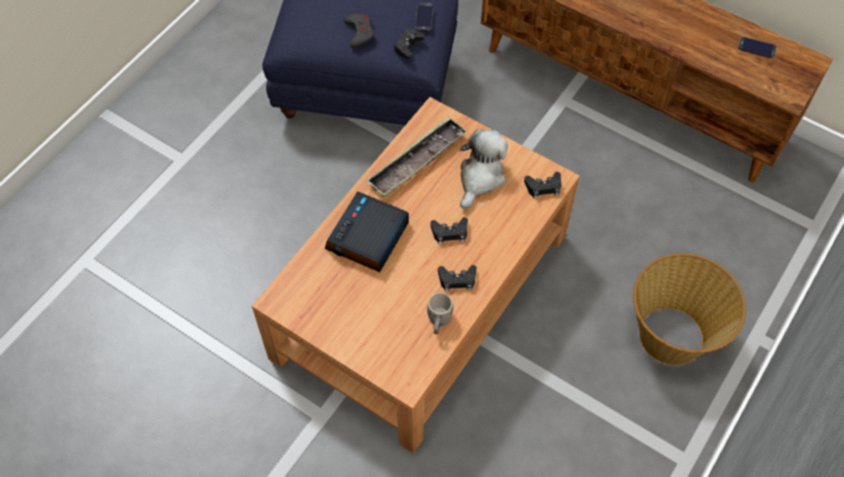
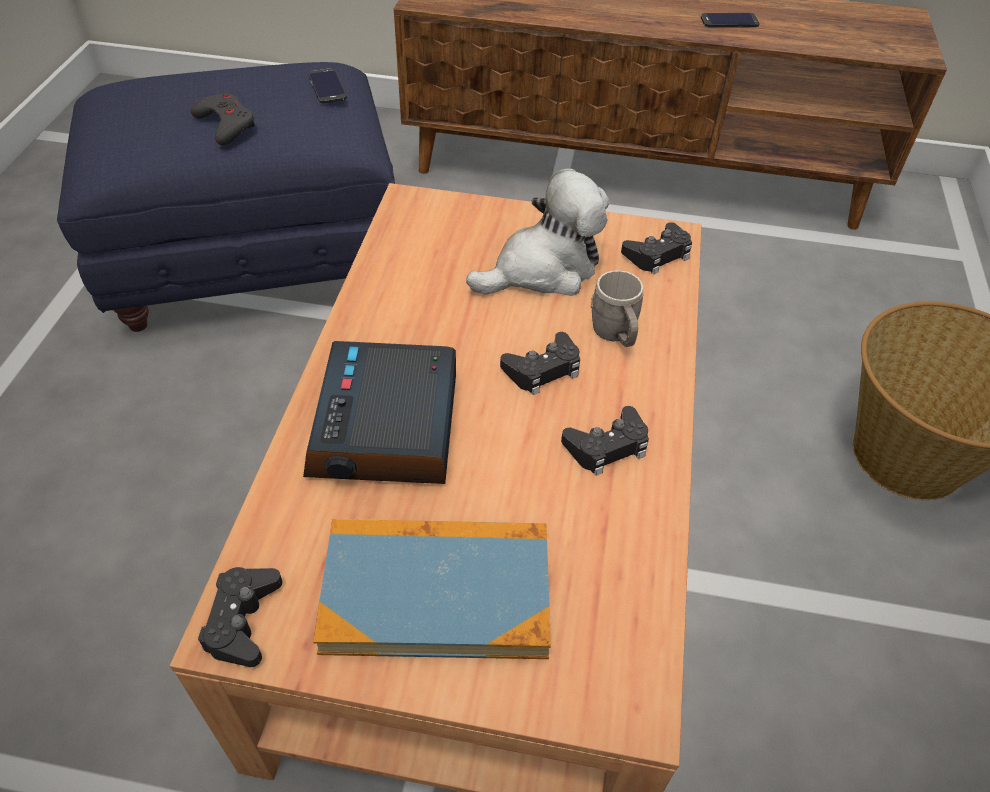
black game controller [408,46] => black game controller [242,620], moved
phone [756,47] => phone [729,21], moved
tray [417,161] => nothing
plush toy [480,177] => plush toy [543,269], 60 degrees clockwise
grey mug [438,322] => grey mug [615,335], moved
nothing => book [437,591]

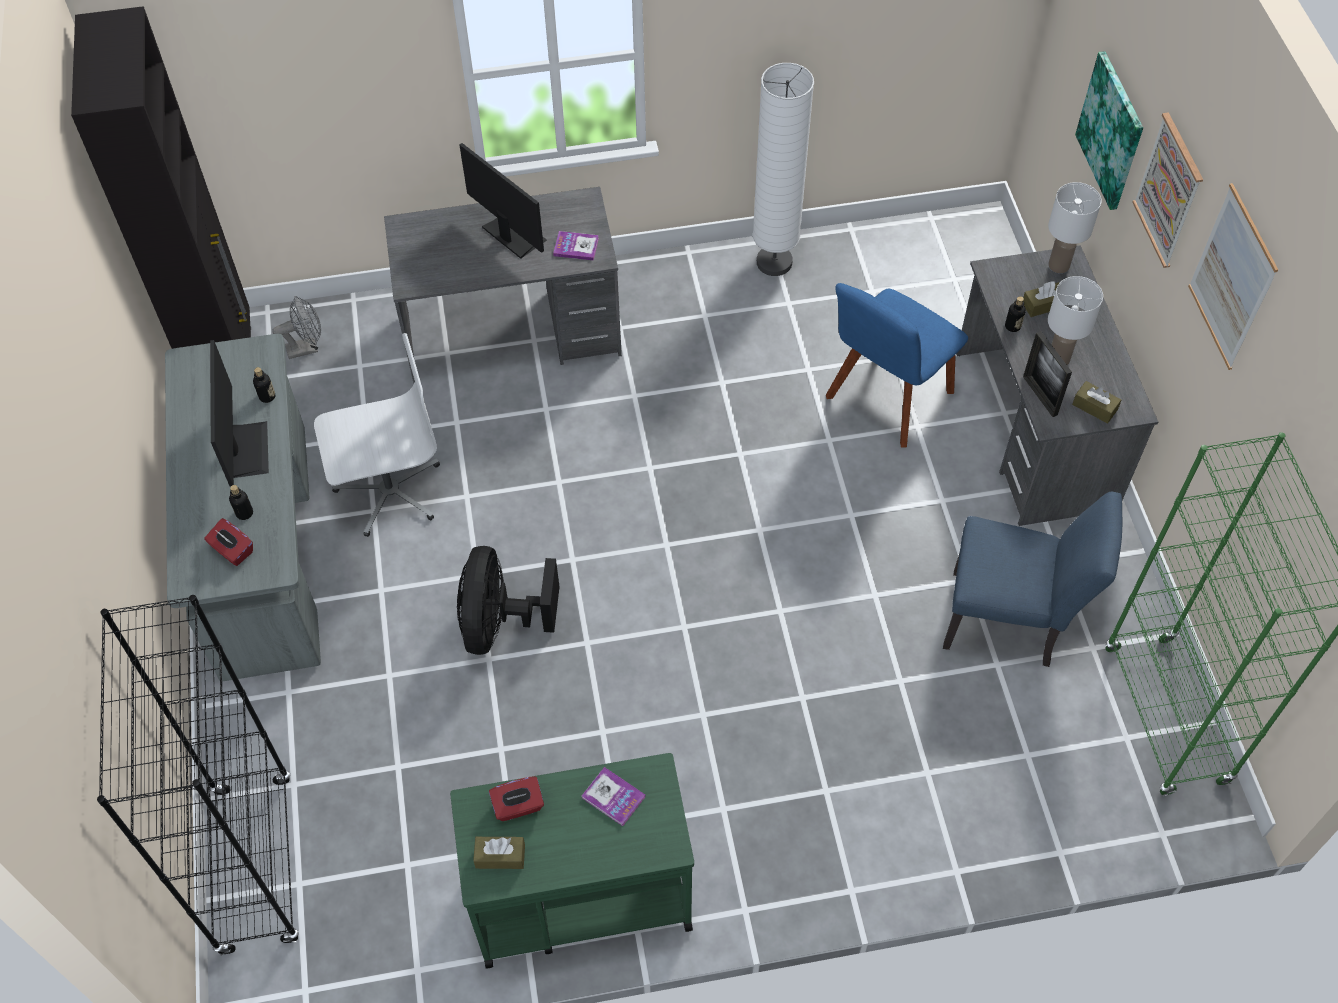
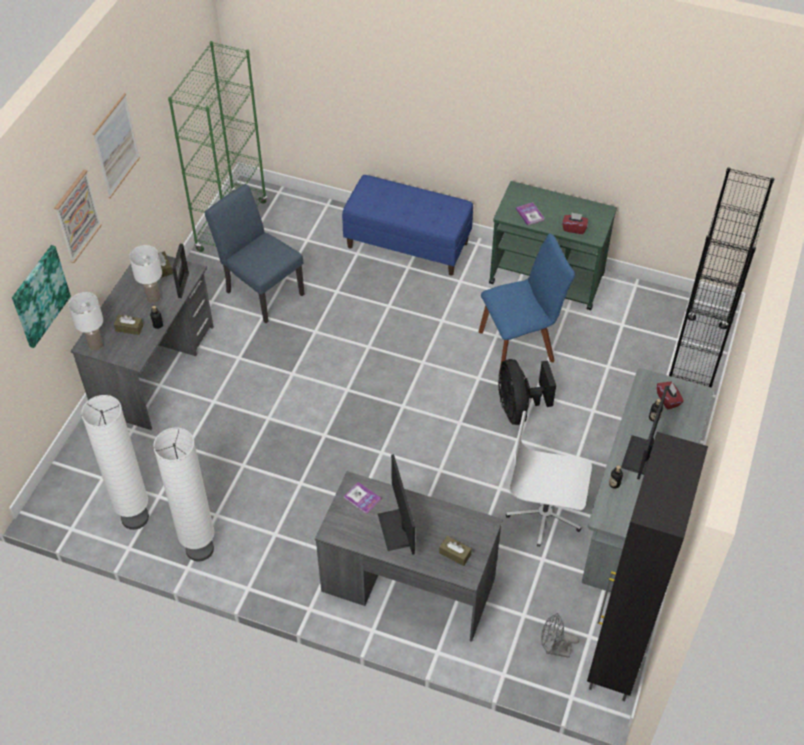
blue chair [886,399] => blue chair [520,344], moved
black fan [501,623] => black fan [519,408], 135 degrees clockwise
brown tissue box [500,856] => brown tissue box [455,554], moved
nothing => blue bench [408,245]
nothing => white floor lamp [135,518]

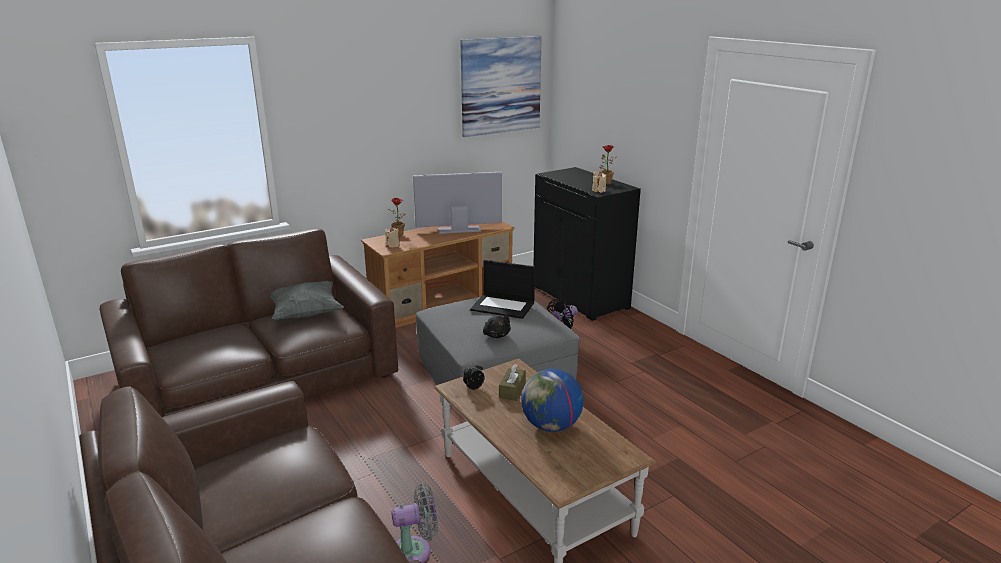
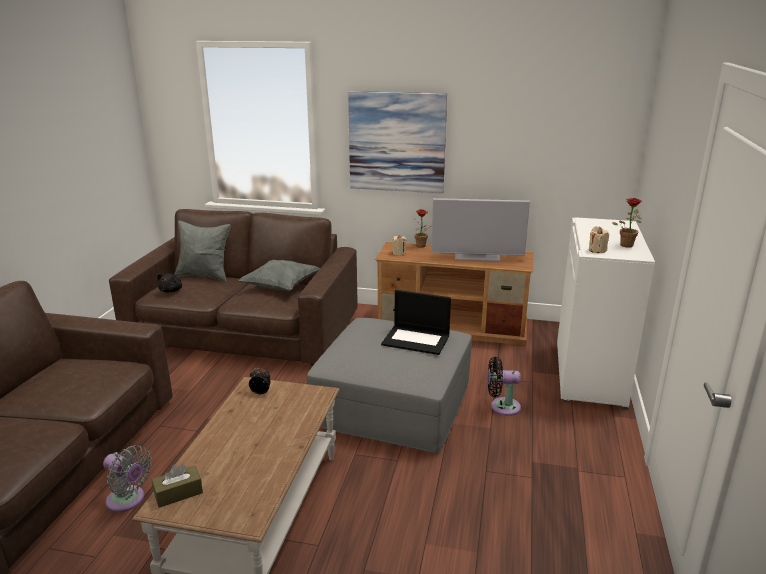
picture [501,85] => picture [397,142], moved
black cabinet [581,297] => white cabinet [591,374]
television [459,230] => television [477,257], 150 degrees clockwise
laptop [503,306] => laptop [417,340], 45 degrees counterclockwise
black plush toy [496,335] => black plush toy [171,290], moved
brown tissue box [512,390] => brown tissue box [178,493], moved
globe [551,426] => nothing
nothing => grey pillow [205,275]

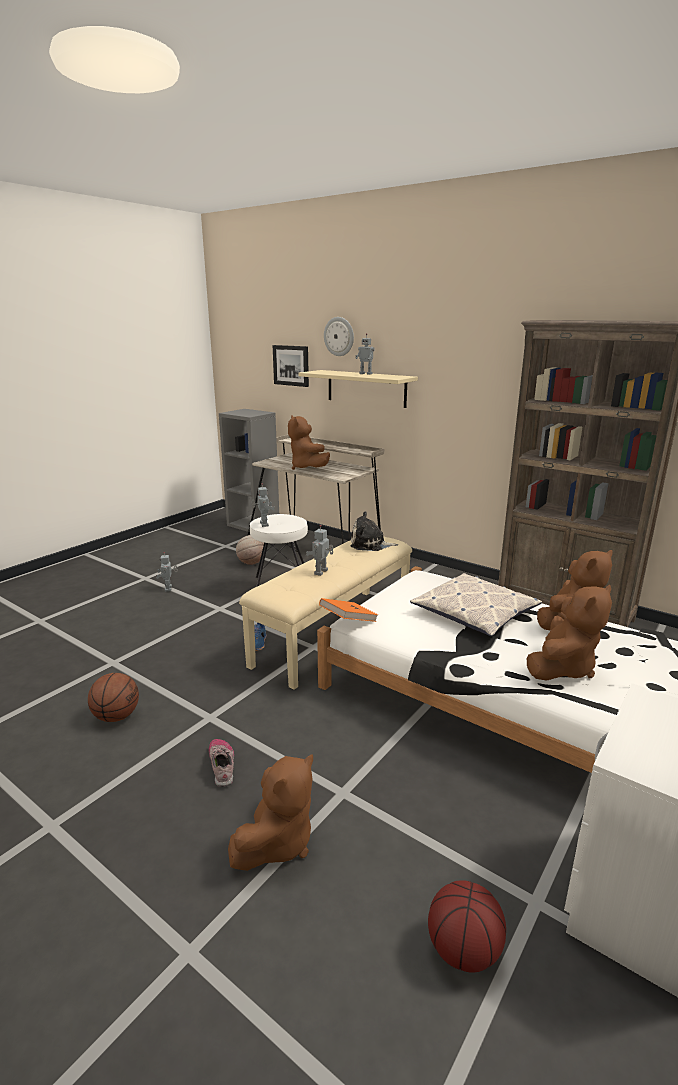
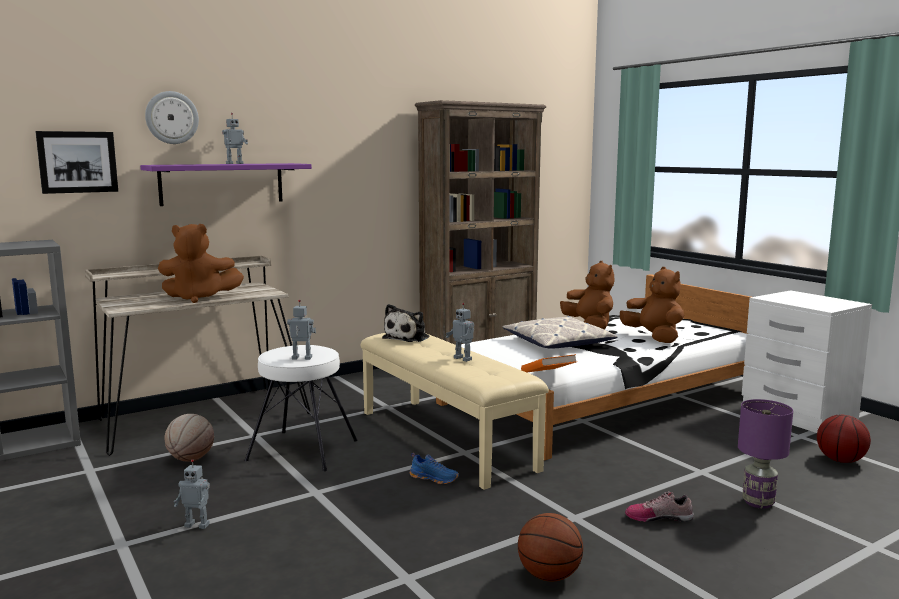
beige shelf [366,388] => purple shelf [222,183]
brown plush toy [277,842] => purple table lamp [759,503]

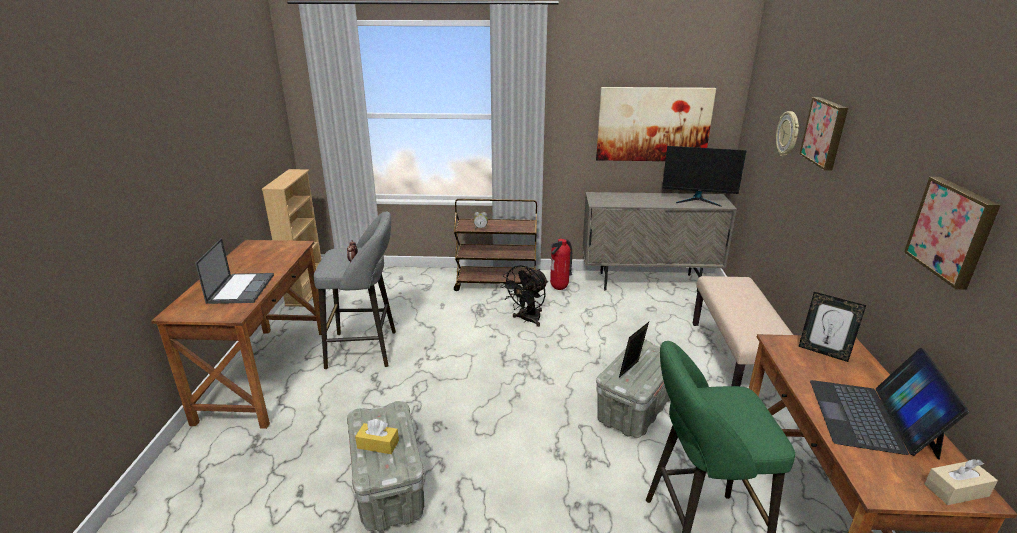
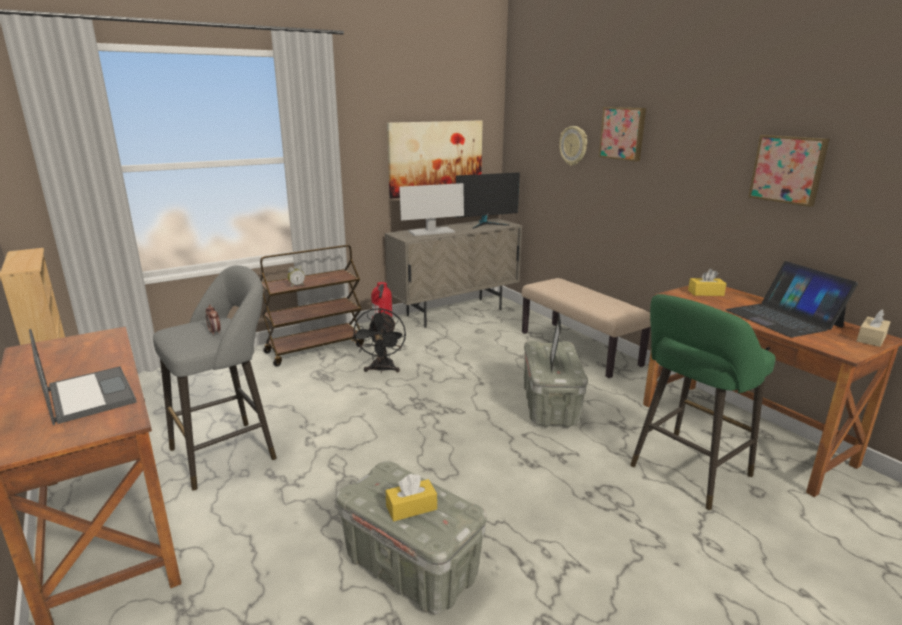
picture frame [823,352] => yellow tissue box [705,293]
nothing => monitor [431,232]

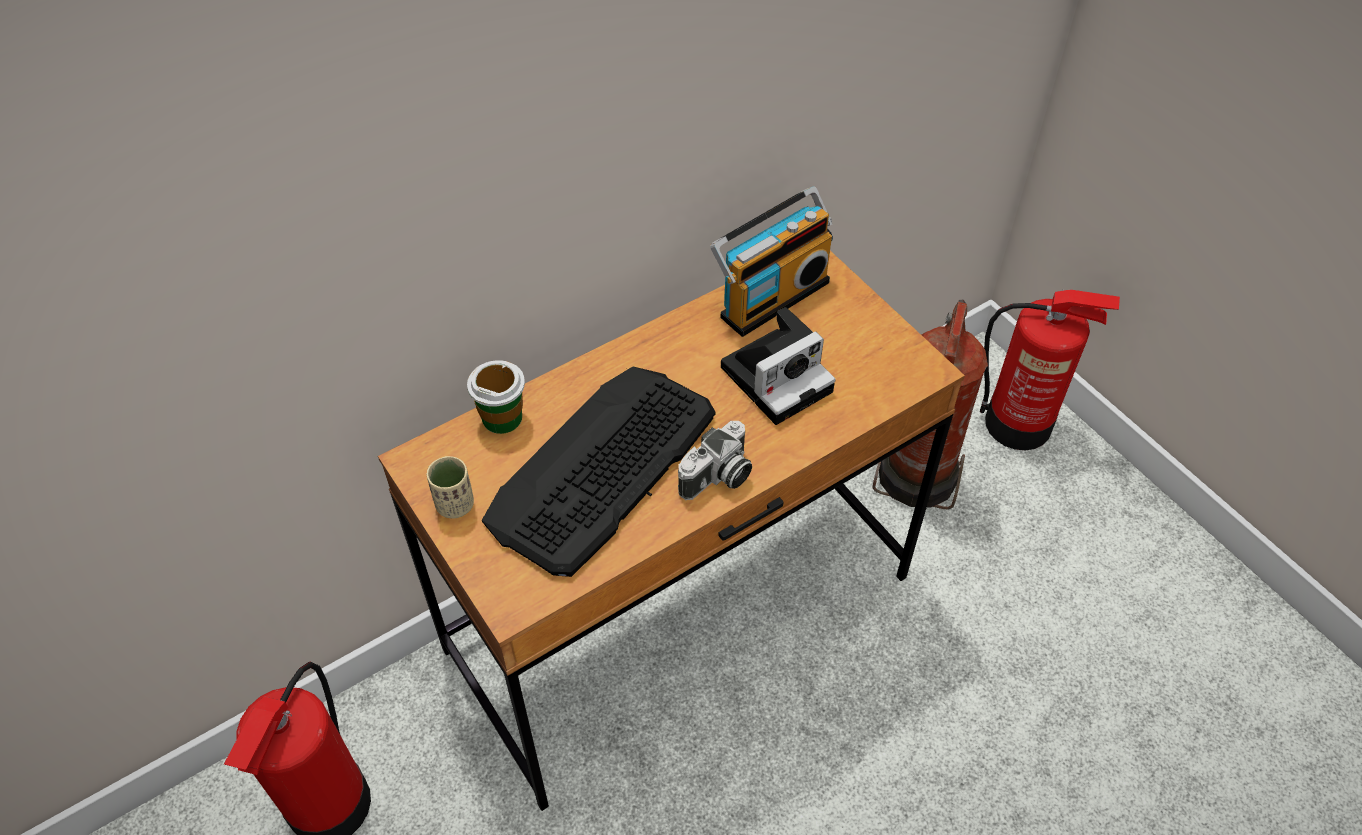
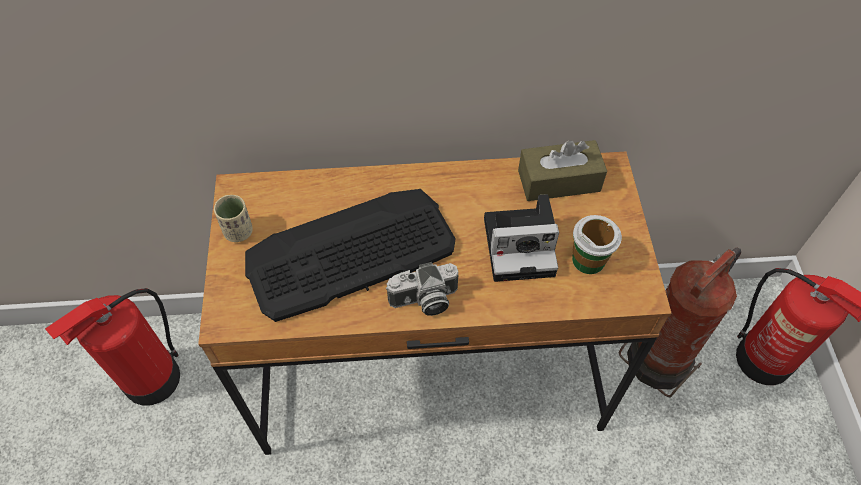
radio [771,296] => brown tissue box [559,181]
cup [502,417] => cup [588,260], moved

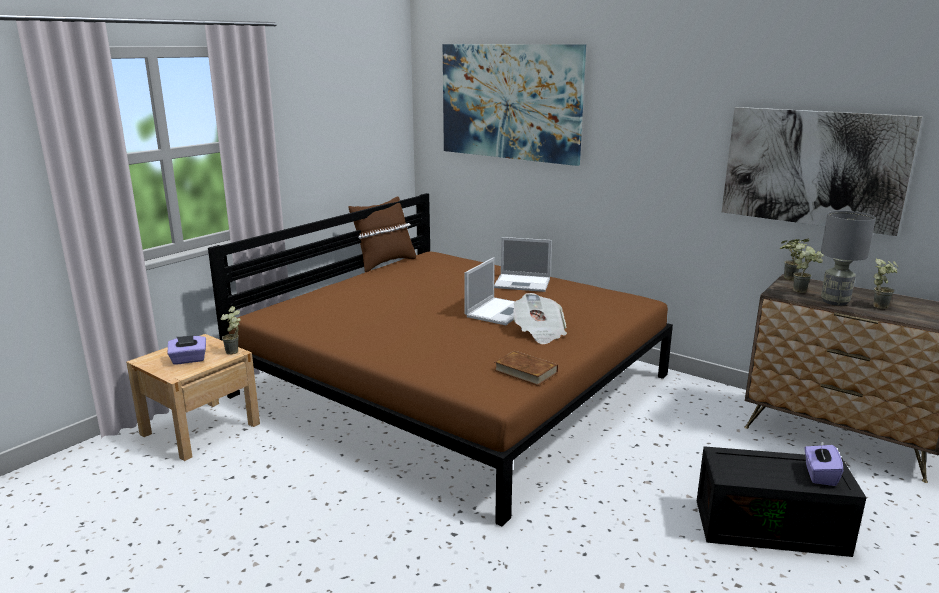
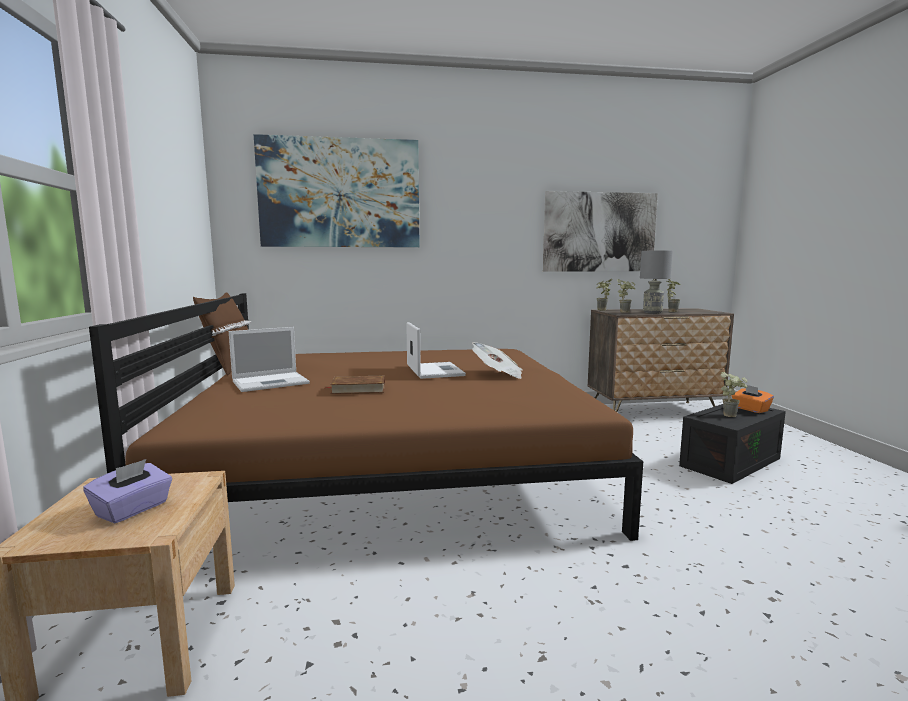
laptop [523,283] => laptop [272,382], moved
potted plant [235,352] => potted plant [731,415], moved
brown book [525,371] => brown book [358,389], moved
purple tissue box [819,475] => orange tissue box [750,409]

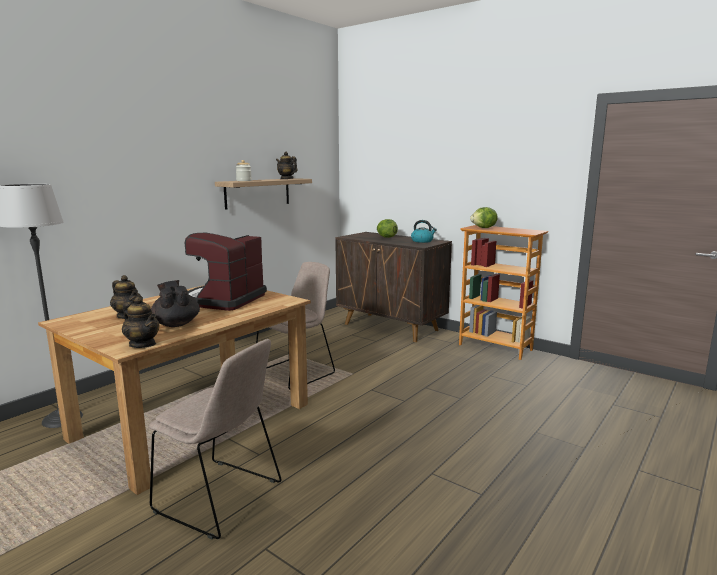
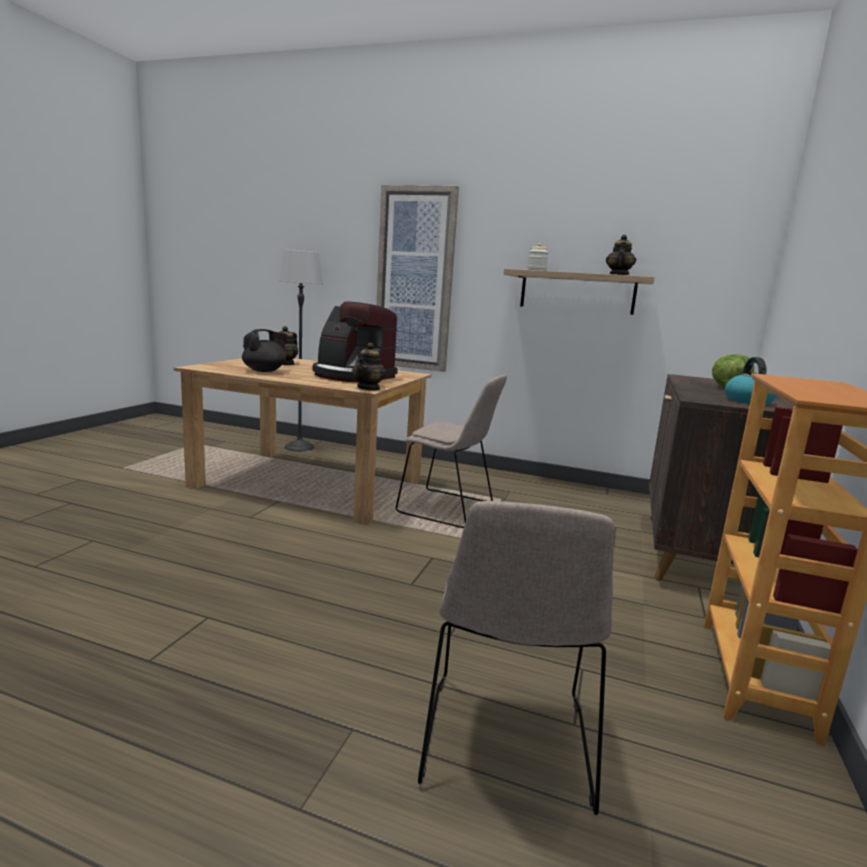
lettuce [484,228] => nothing
coffee machine [225,300] => coffee machine [352,376], 150 degrees counterclockwise
teapot [143,344] => teapot [369,388], moved
beige chair [221,498] => beige chair [506,746], moved
nothing => picture [415,280]

